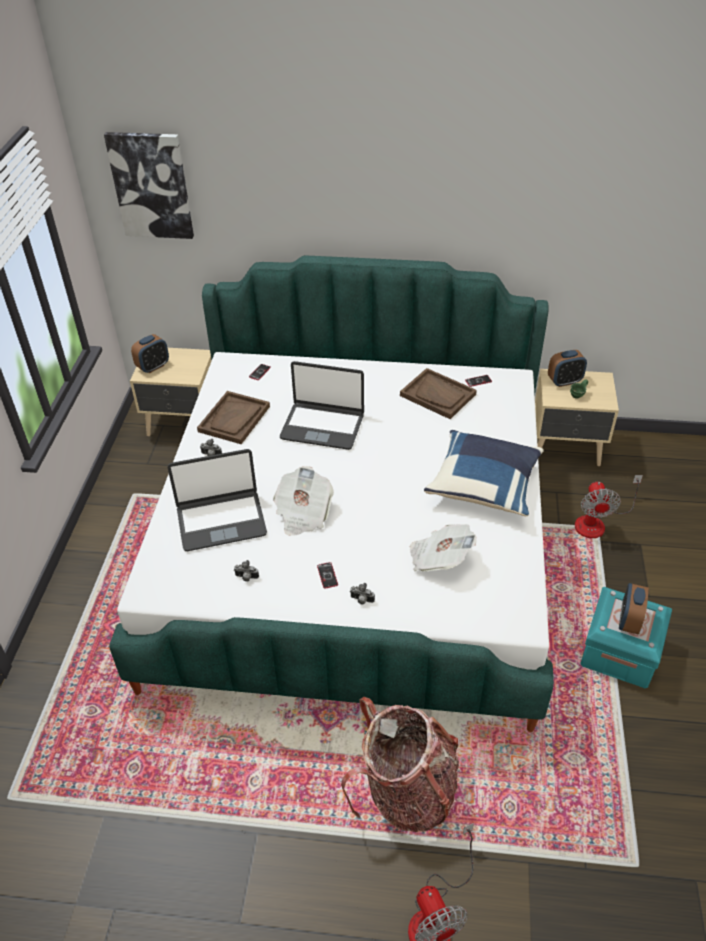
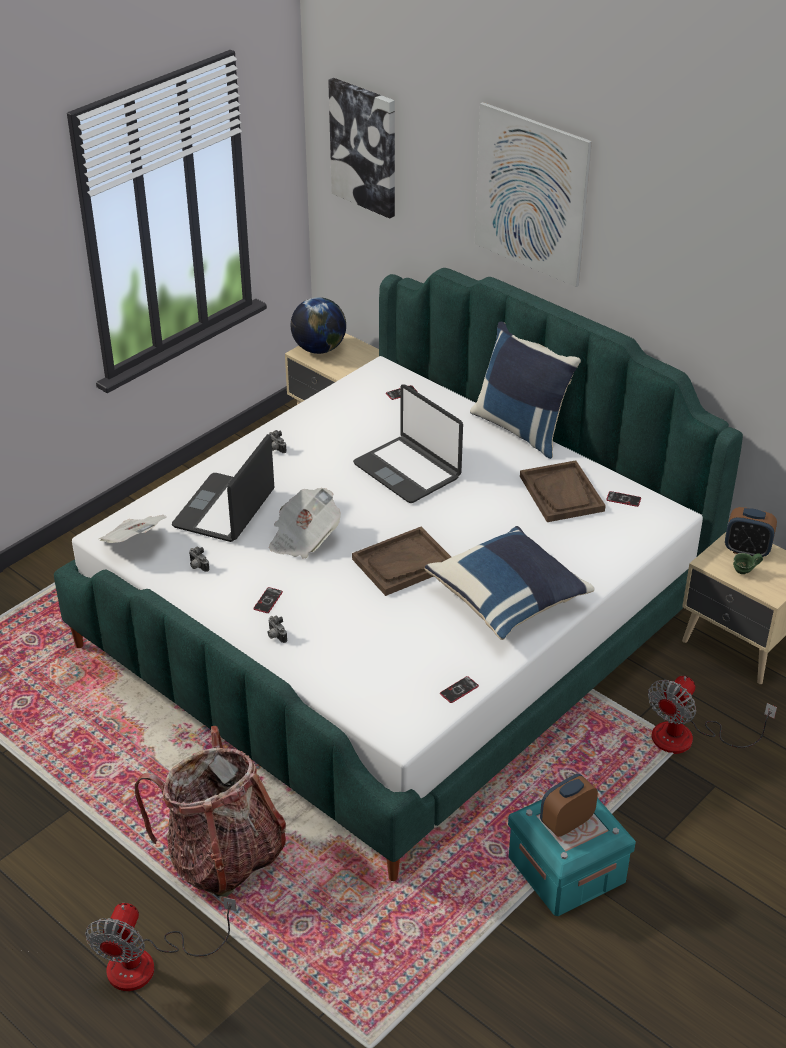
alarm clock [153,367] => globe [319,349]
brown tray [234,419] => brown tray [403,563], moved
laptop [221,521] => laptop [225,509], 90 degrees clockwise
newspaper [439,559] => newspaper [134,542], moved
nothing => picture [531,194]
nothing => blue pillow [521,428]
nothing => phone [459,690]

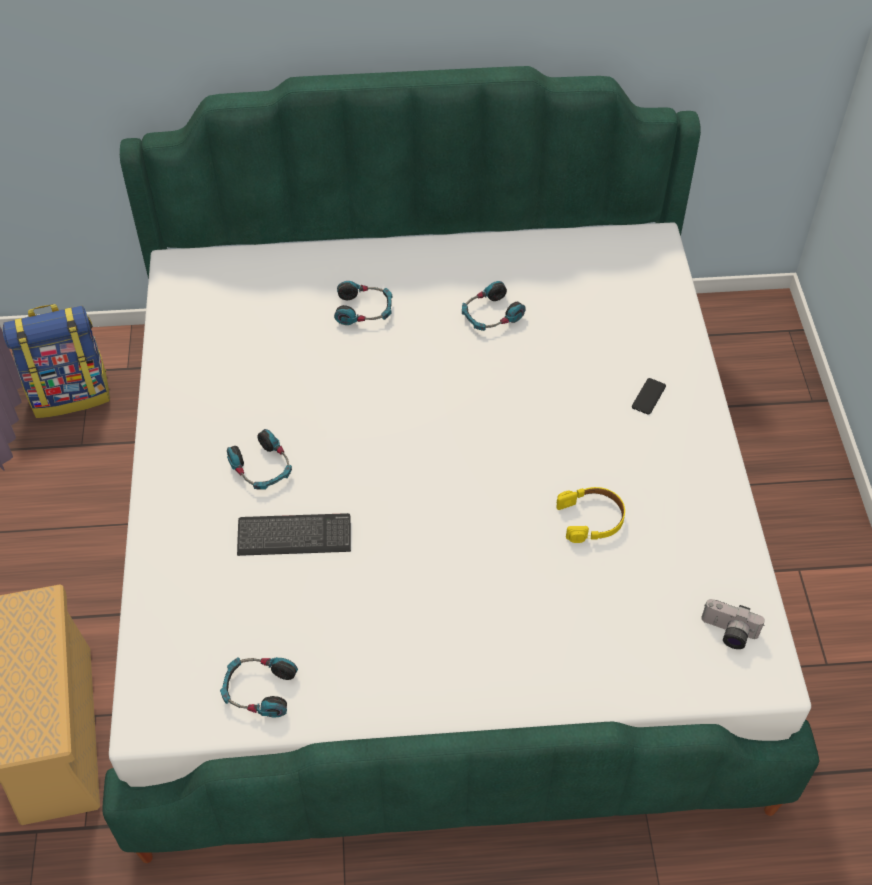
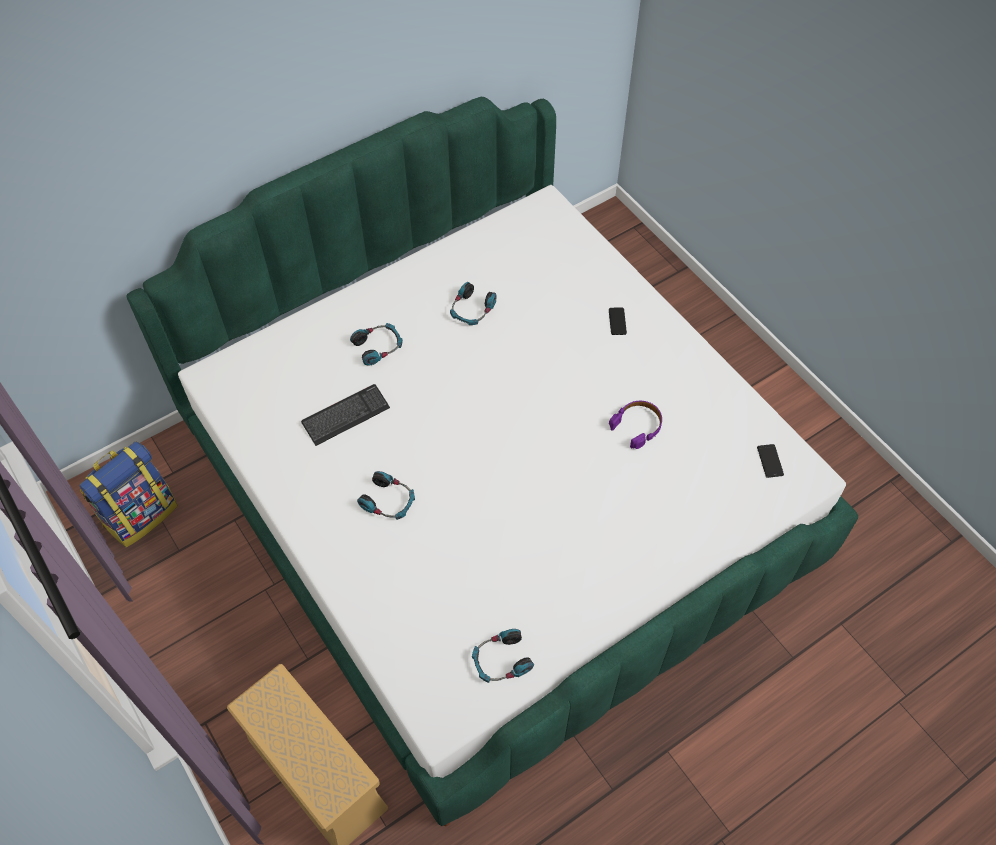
yellow headphones [591,519] => purple headphones [637,426]
keyboard [294,536] => keyboard [346,416], moved
photo camera [727,633] => phone [770,461]

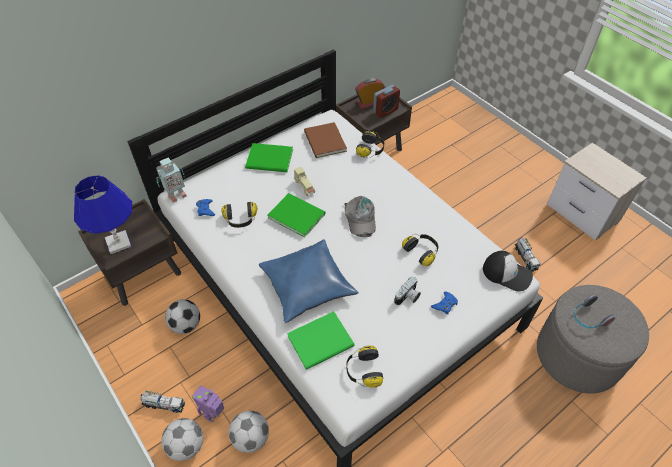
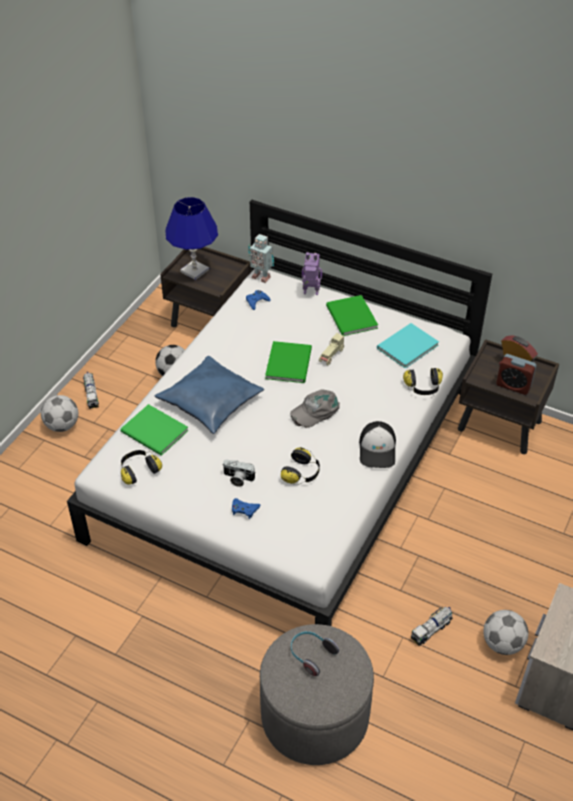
brown book [324,142] => turquoise book [405,347]
headphones [240,220] => nothing
cap [507,273] => cap [378,449], moved
toy robot [214,414] => toy robot [311,292], moved
football [251,438] => football [502,643], moved

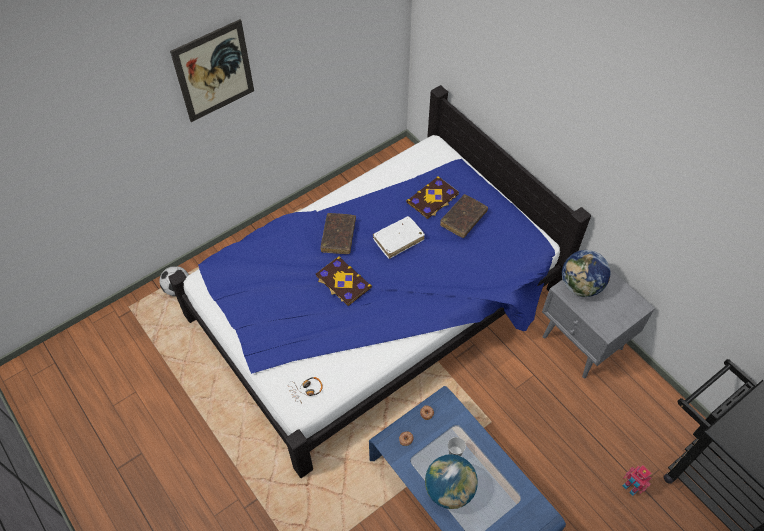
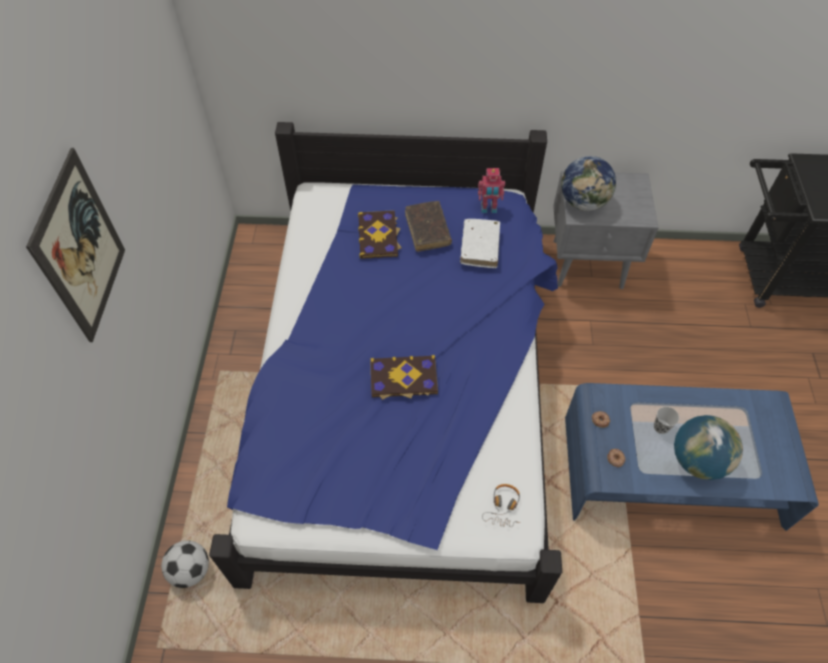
brown book [338,236] => nothing
white book [398,240] => white book [479,247], moved
toy robot [630,487] => toy robot [488,209], moved

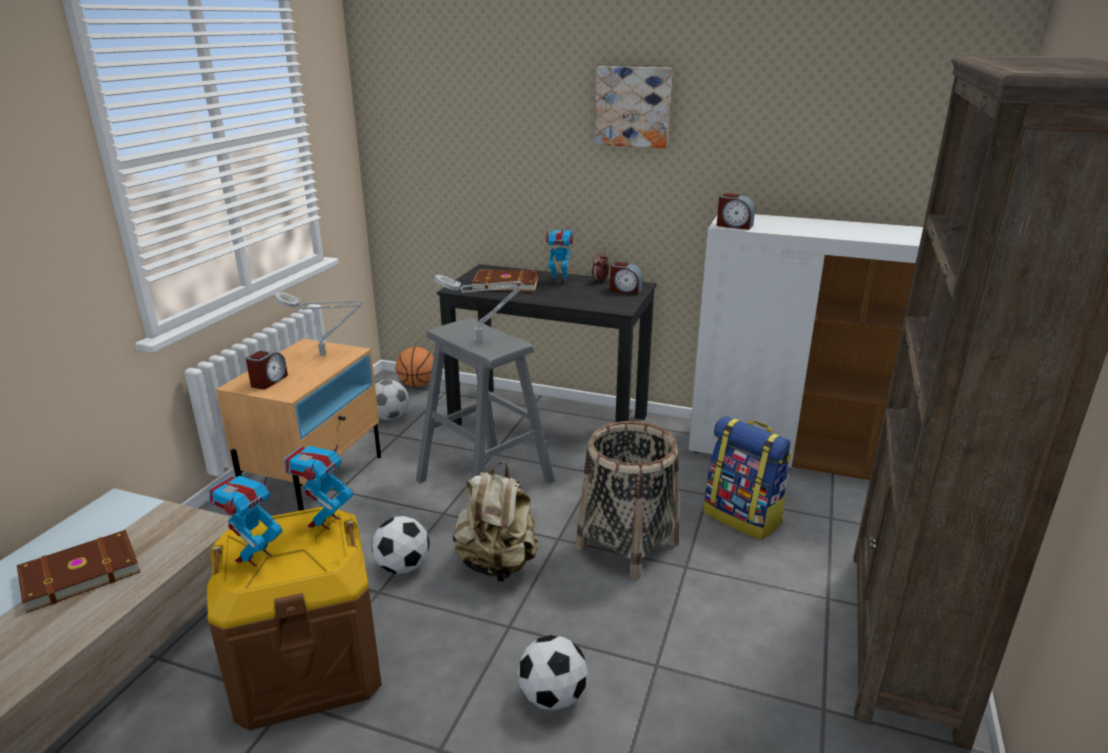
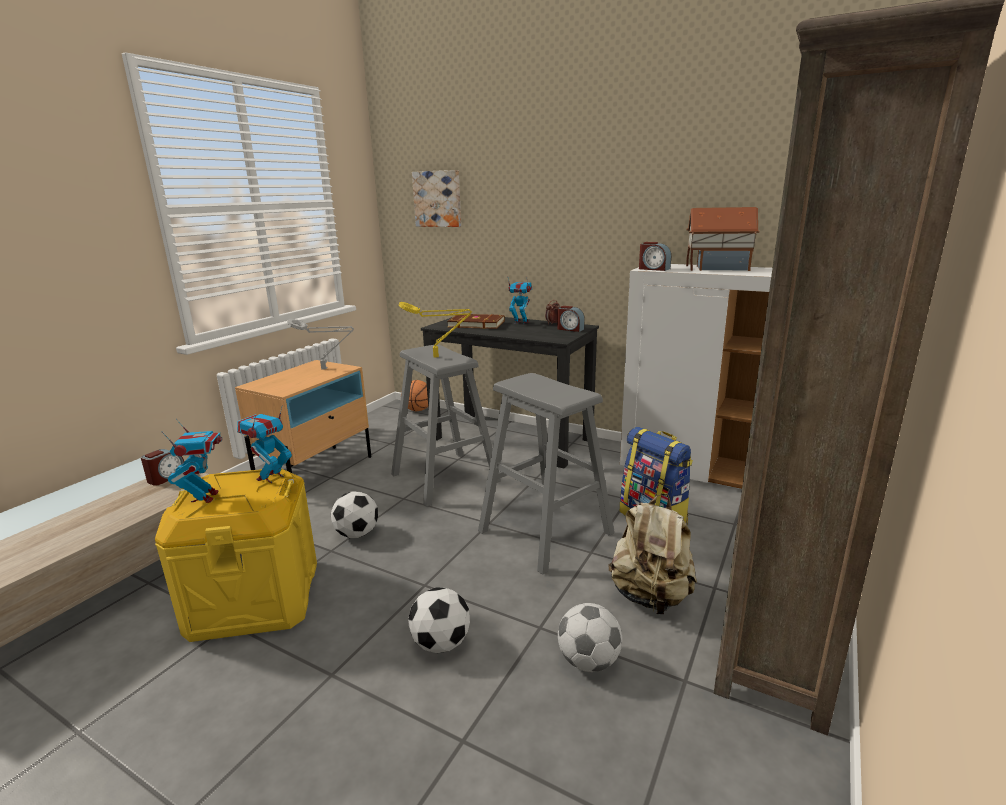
picture [633,106] => picture [438,199], moved
grey table lamp [481,340] => yellow table lamp [438,357]
alarm clock [269,381] => alarm clock [166,477], moved
football [390,417] => football [589,661], moved
basket [628,545] => grey stool [546,532]
beige backpack [498,564] => beige backpack [650,596], moved
toy robot [254,557] => toy robot [205,497], 135 degrees clockwise
brown storage box [307,664] => yellow storage box [255,598]
brown book [79,572] => nothing
nothing => toy house [716,268]

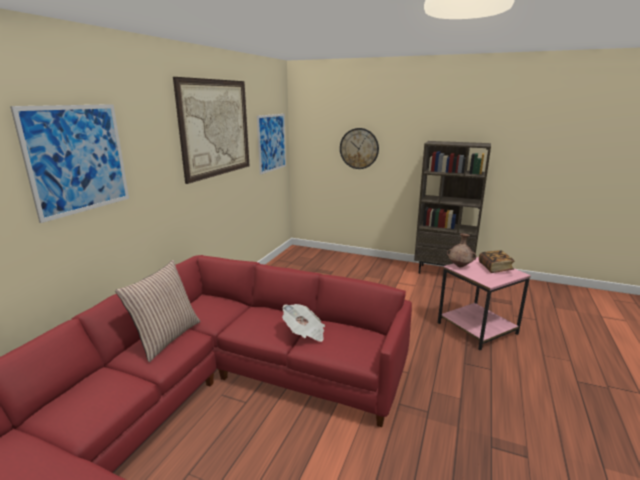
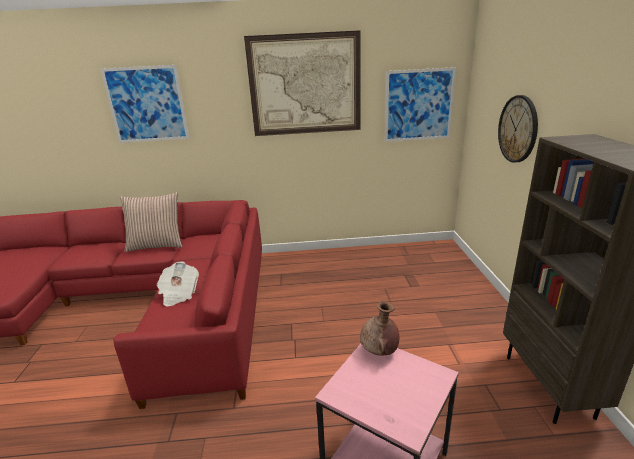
book [495,268] => nothing

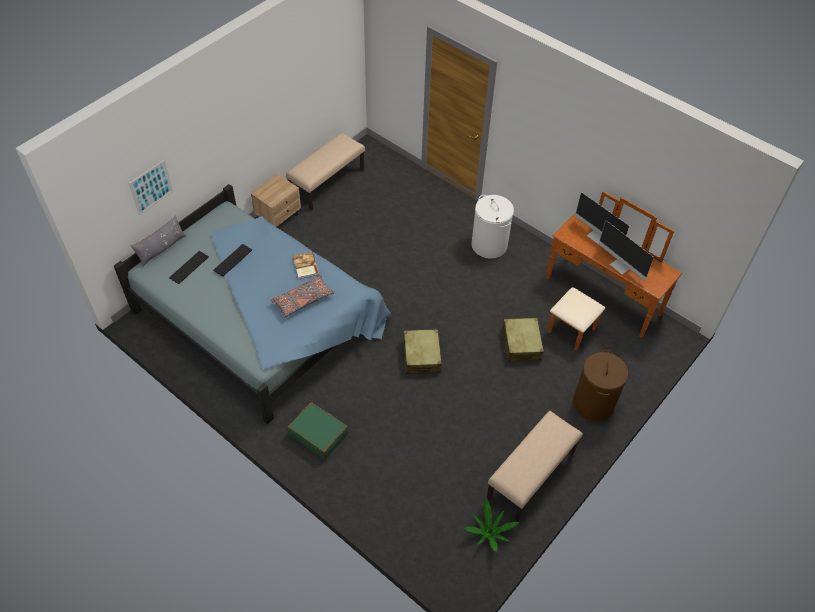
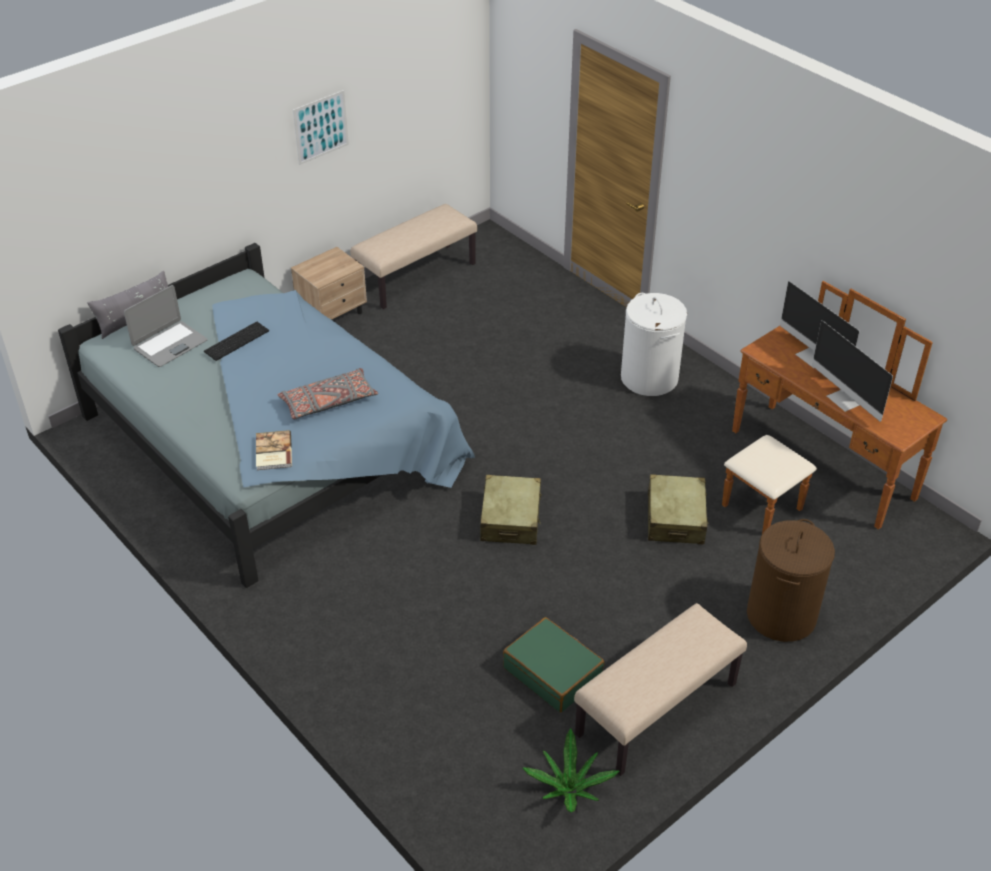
picture [151,187] => picture [321,127], moved
keyboard [188,266] => laptop [169,344]
book [305,266] => book [272,452], moved
green suitcase [318,434] => green suitcase [553,673], moved

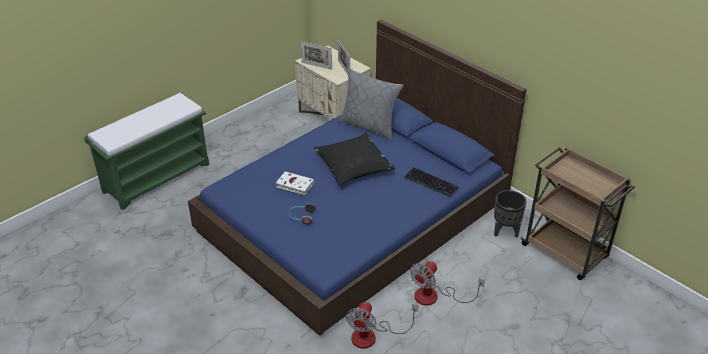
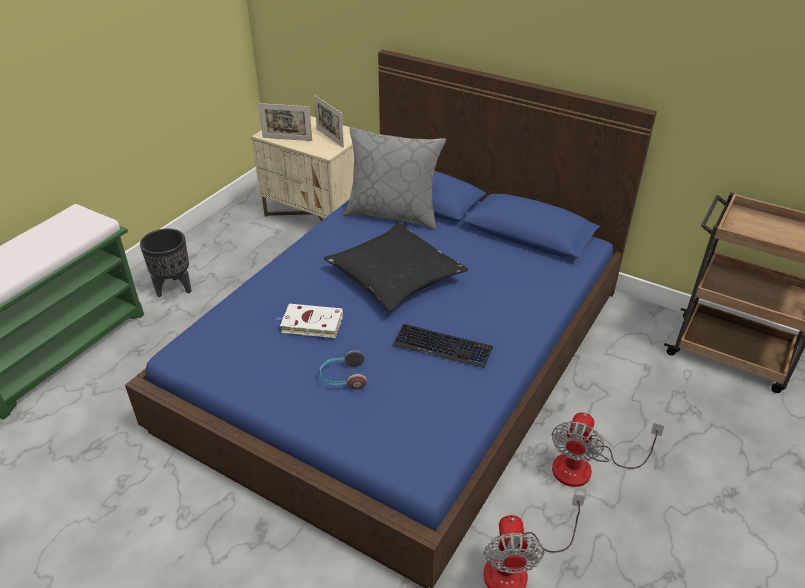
keyboard [431,183] => keyboard [442,347], moved
black planter [505,231] => black planter [174,288], moved

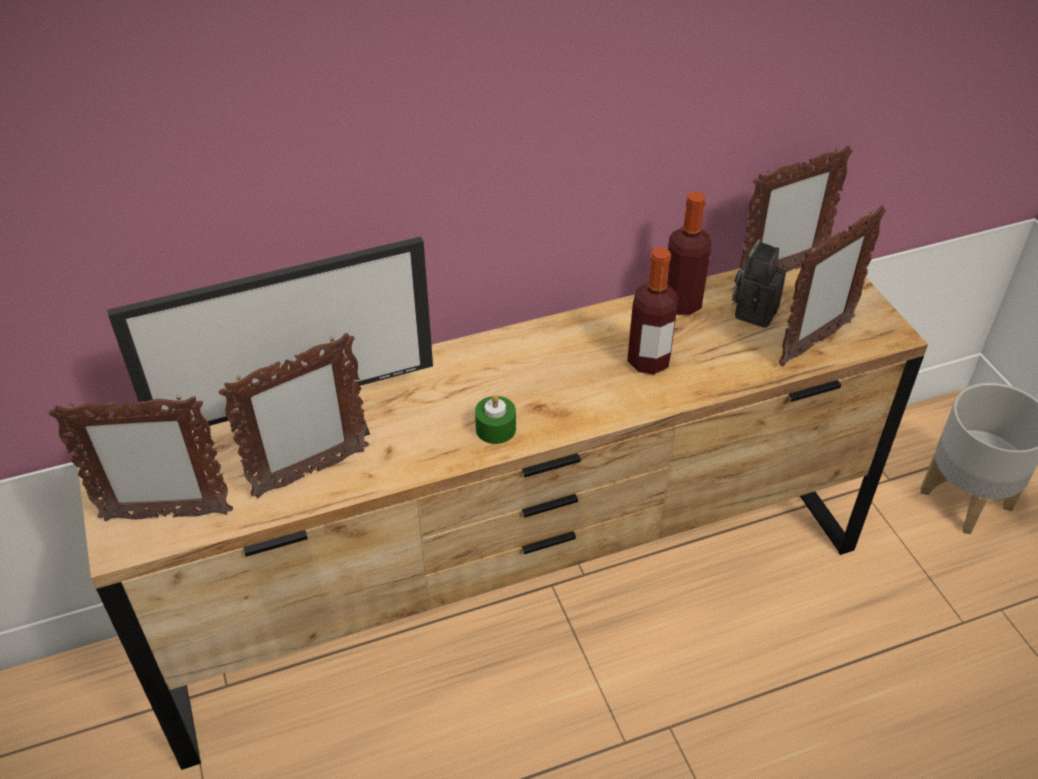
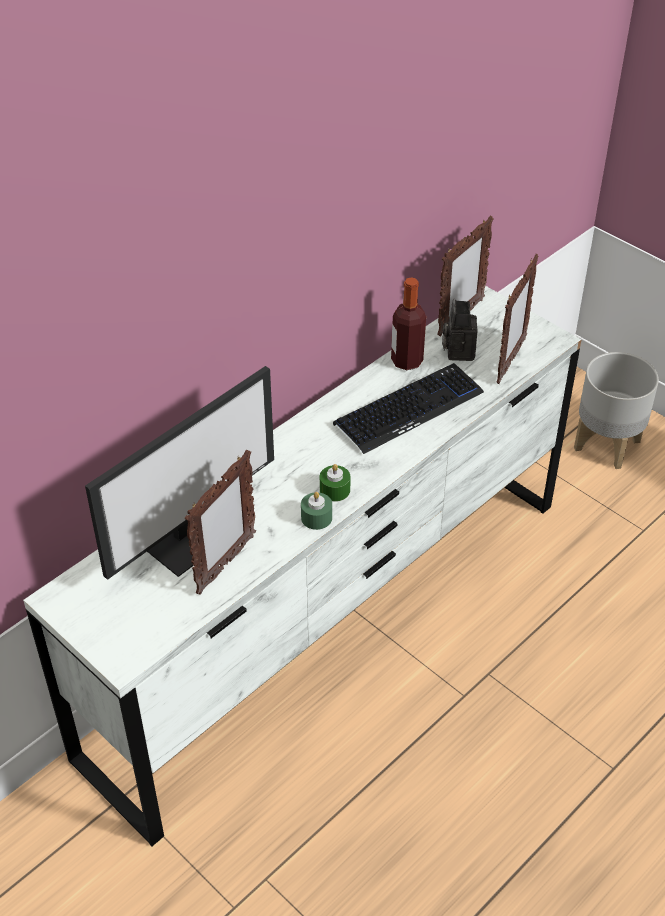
bottle [648,361] => keyboard [409,409]
brown dresser [518,592] => white dresser [331,624]
picture frame [166,516] => nothing
nothing => green candle [316,517]

